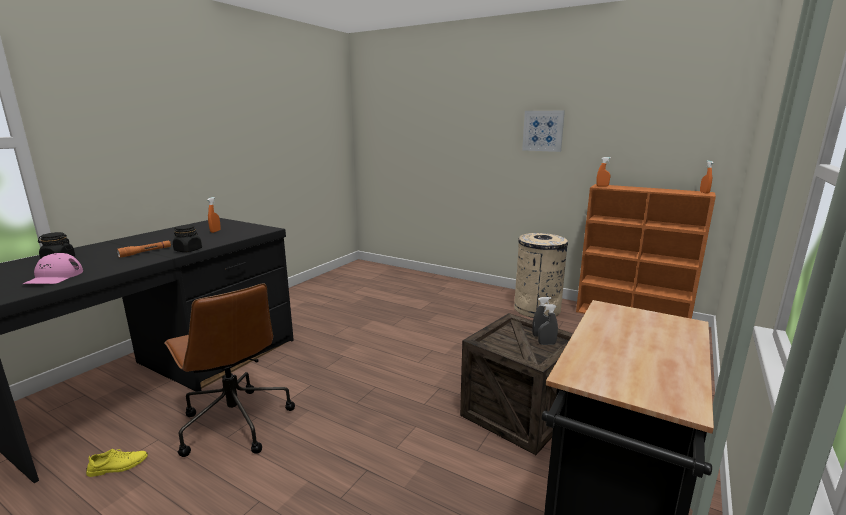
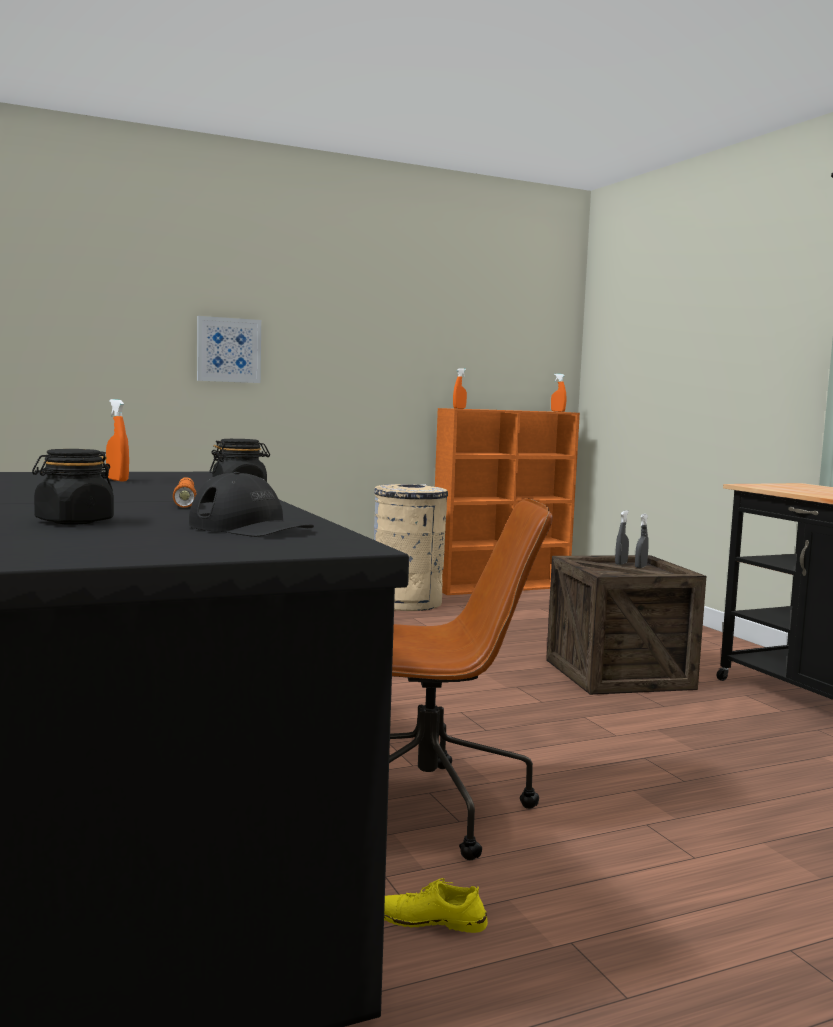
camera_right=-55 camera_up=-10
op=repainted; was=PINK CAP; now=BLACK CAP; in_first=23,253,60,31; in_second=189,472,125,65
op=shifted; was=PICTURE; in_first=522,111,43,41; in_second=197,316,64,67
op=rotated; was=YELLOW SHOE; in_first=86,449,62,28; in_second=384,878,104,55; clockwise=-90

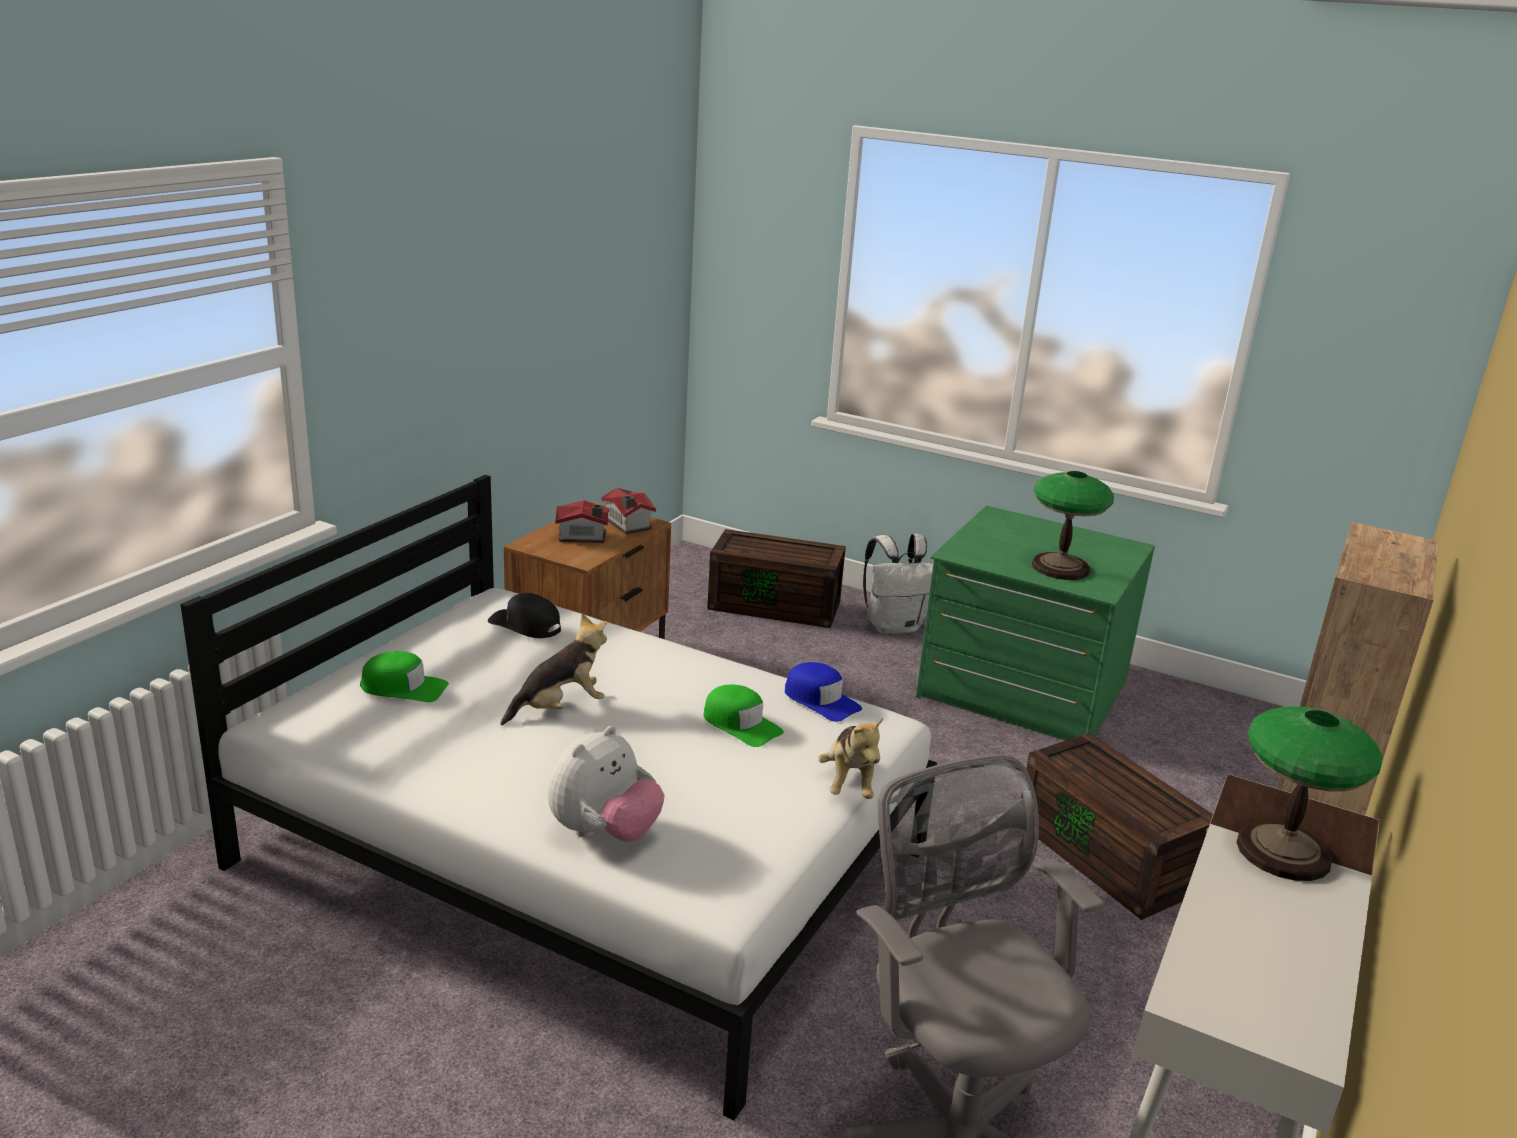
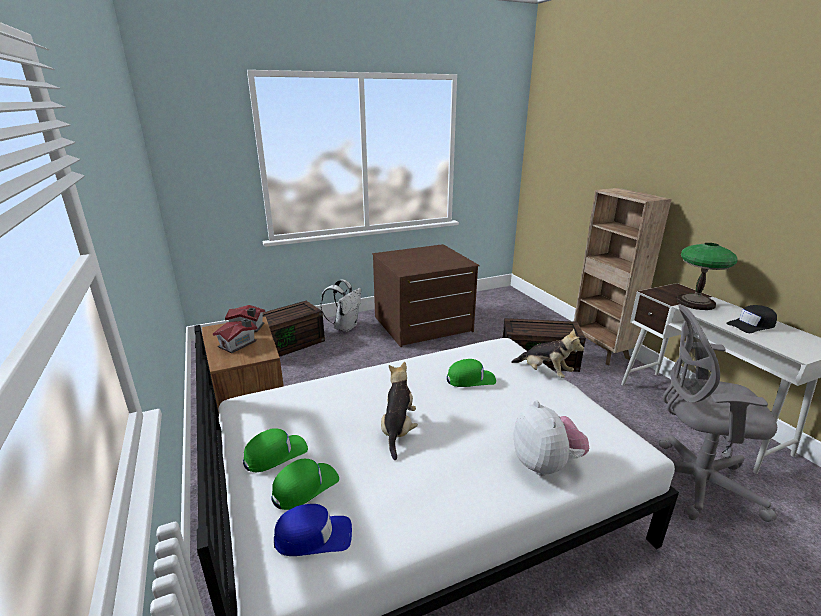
camera_right=-50 camera_up=0
op=new; now=GREEN CAP; in_second=243,428,65,44
op=shifted; was=BLUE CAP; in_first=785,662,77,60; in_second=274,504,78,52
op=repainted; was=GREEN DRESSER; now=BROWN DRESSER; in_first=916,506,239,235; in_second=372,244,108,103
op=shifted; was=BLACK CAP; in_first=488,593,73,45; in_second=726,305,51,28
op=gone; was=TABLE LAMP; in_first=1032,471,82,109

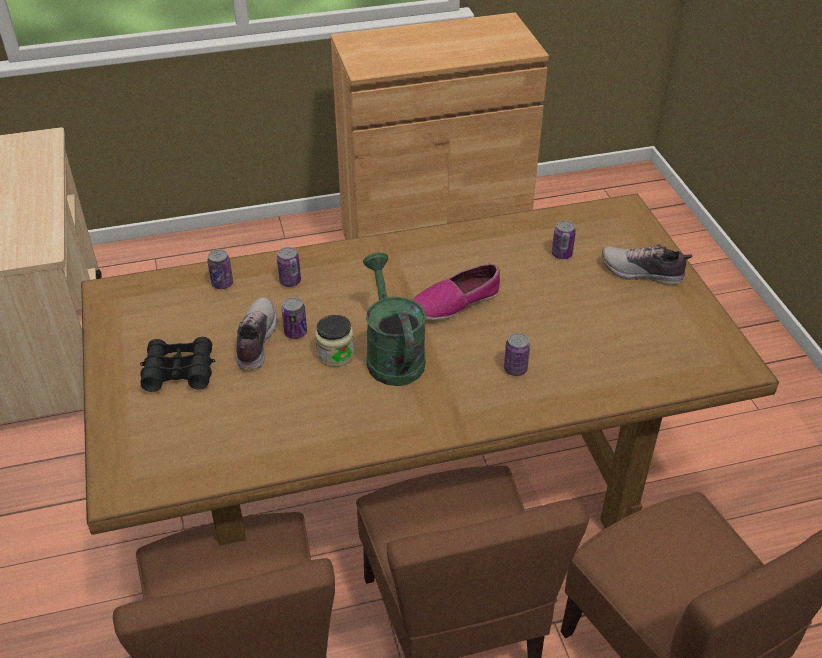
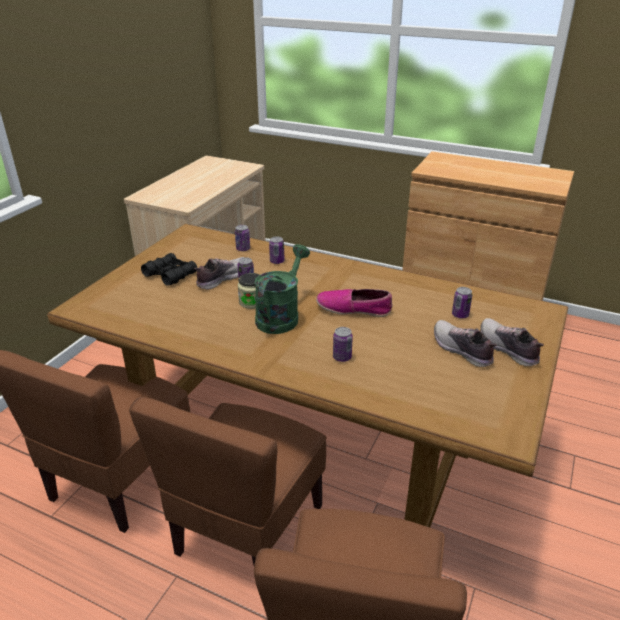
camera_right=40 camera_up=-10
op=new; now=SHOE; in_second=434,320,63,47

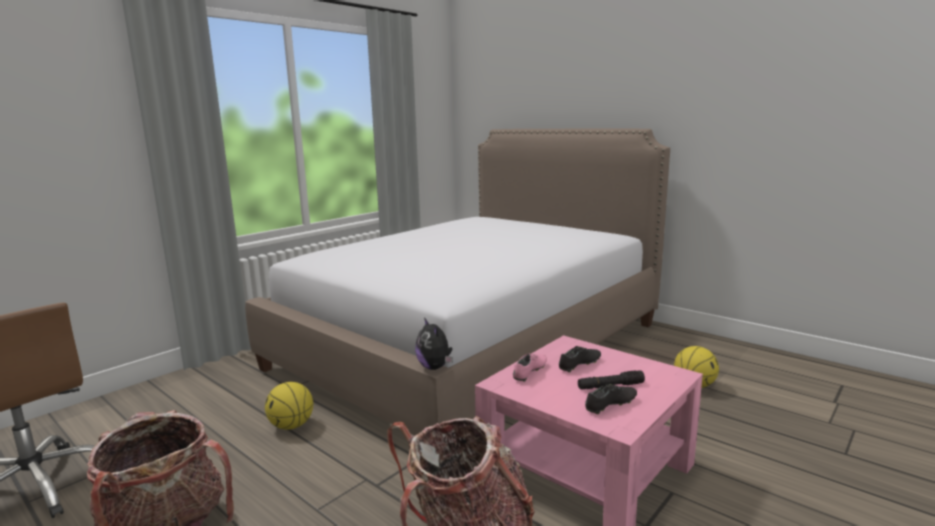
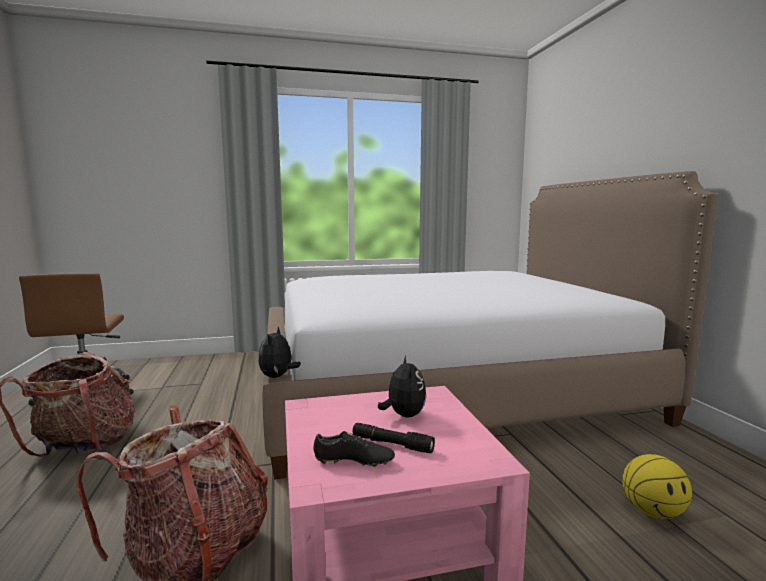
camera_right=35 camera_up=-5
op=swapped; was=BLACK SHOE; now=PLUSH TOY; in_first=559,346,42,27; in_second=378,356,48,62
op=gone; was=BASKETBALL; in_first=265,382,48,48
op=gone; was=PINK SHOE; in_first=513,353,34,29

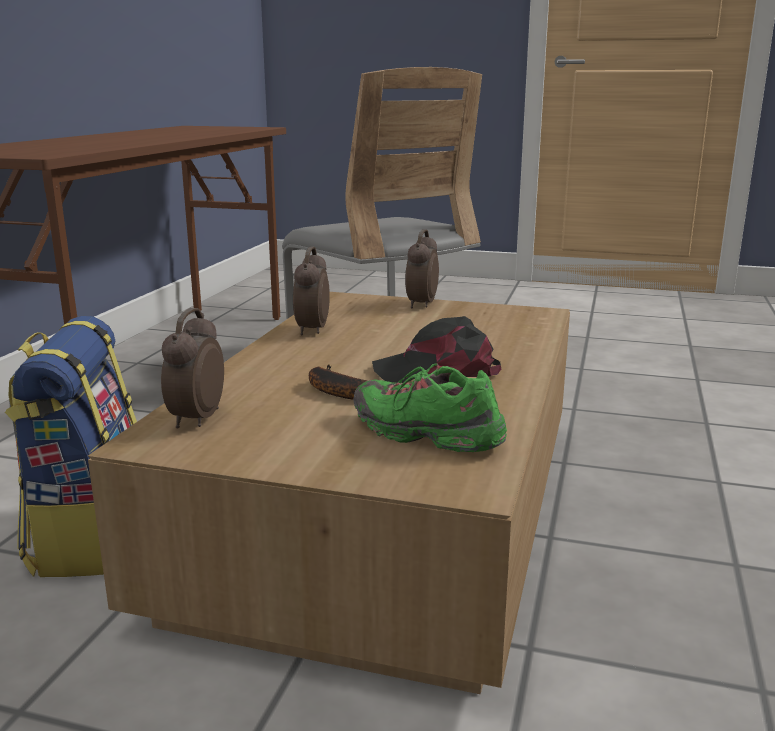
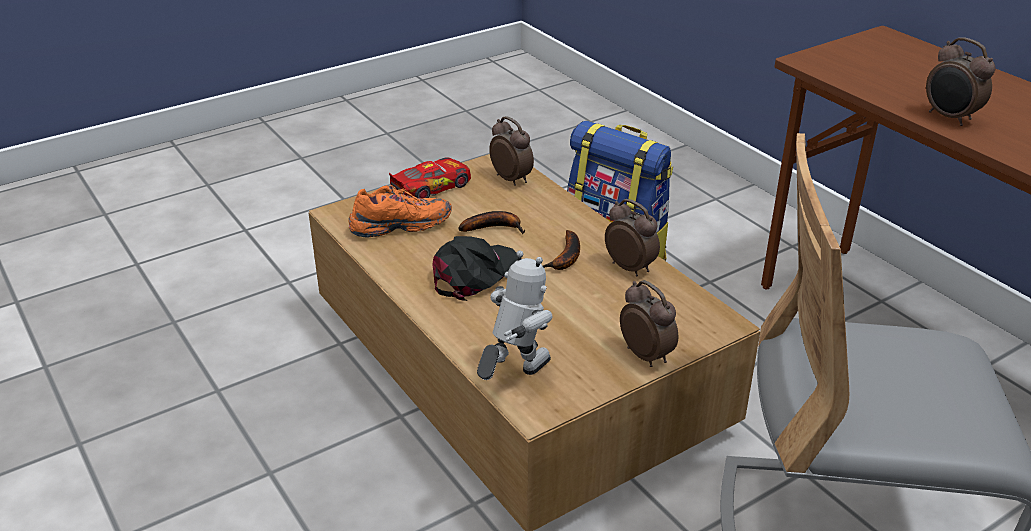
camera_right=130 camera_up=15
op=repainted; was=GREEN SHOE; now=ORANGE SHOE; in_first=353,363,154,89; in_second=348,185,104,52
op=new; now=TOY CAR; in_second=389,157,82,41
op=new; now=TOY ROBOT; in_second=477,250,75,130
op=new; now=BANANA; in_second=543,230,37,40
op=new; now=ALARM CLOCK; in_second=926,37,70,89

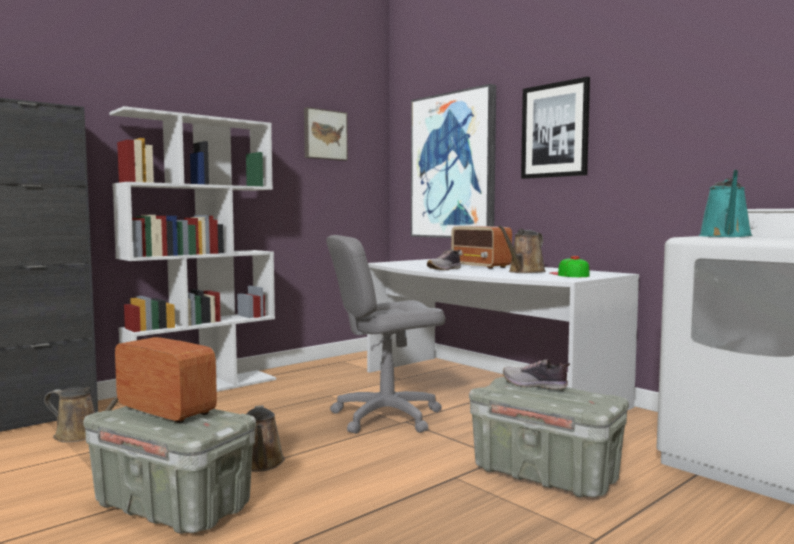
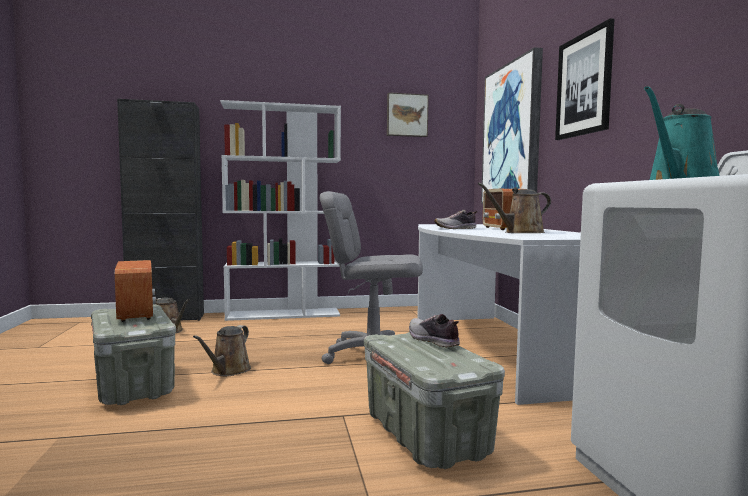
camera_right=30 camera_up=0
op=gone; was=CAP; in_first=550,256,40,21

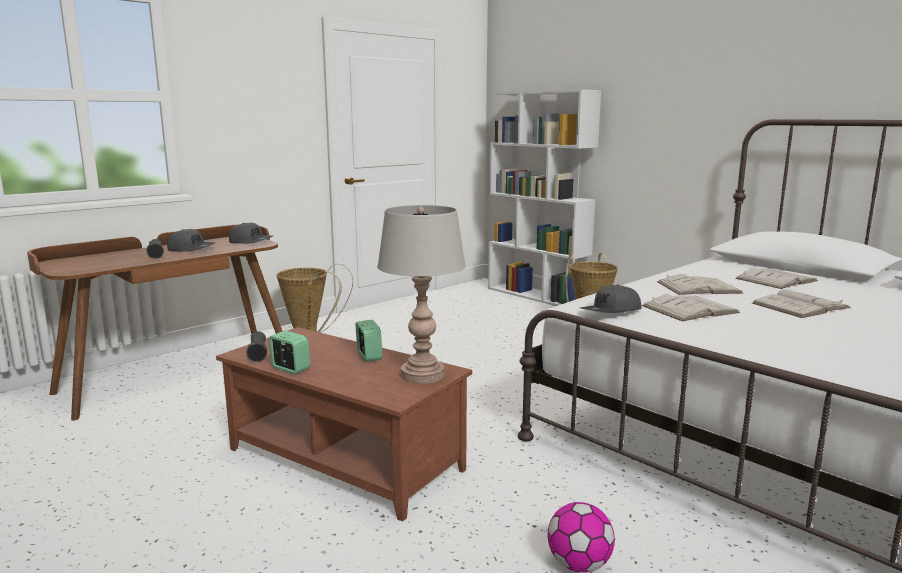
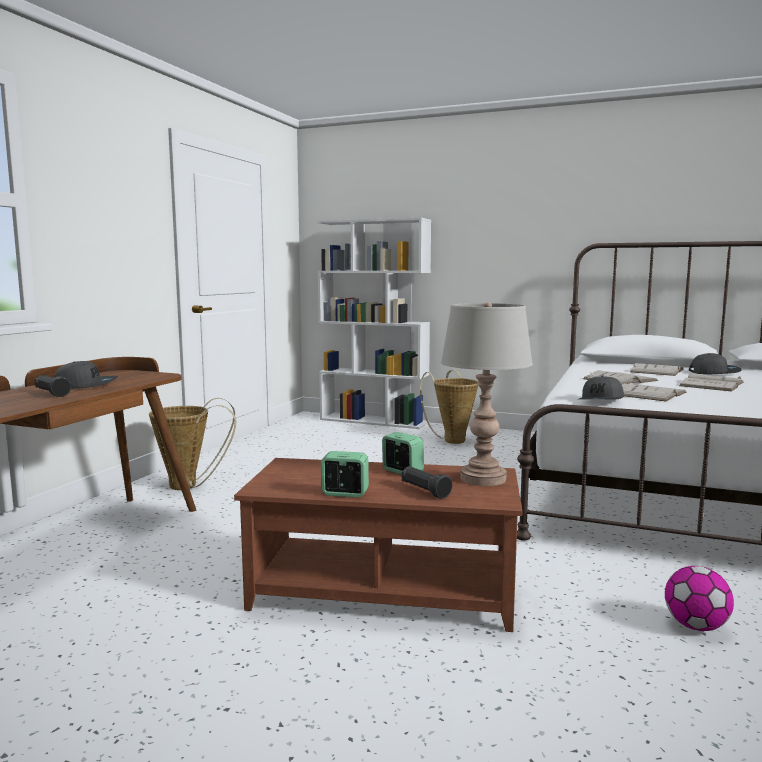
camera_right=-25 camera_up=-5
op=shifted; was=BLACK FLASHLIGHT; in_first=246,332,21,30; in_second=402,466,50,33
op=shifted; was=GREY CAP; in_first=229,223,44,21; in_second=689,353,53,22

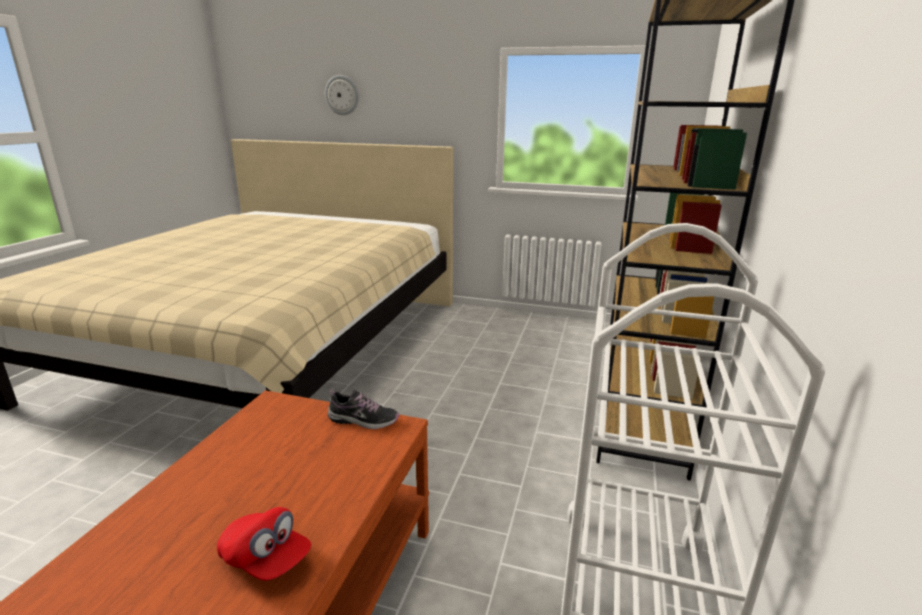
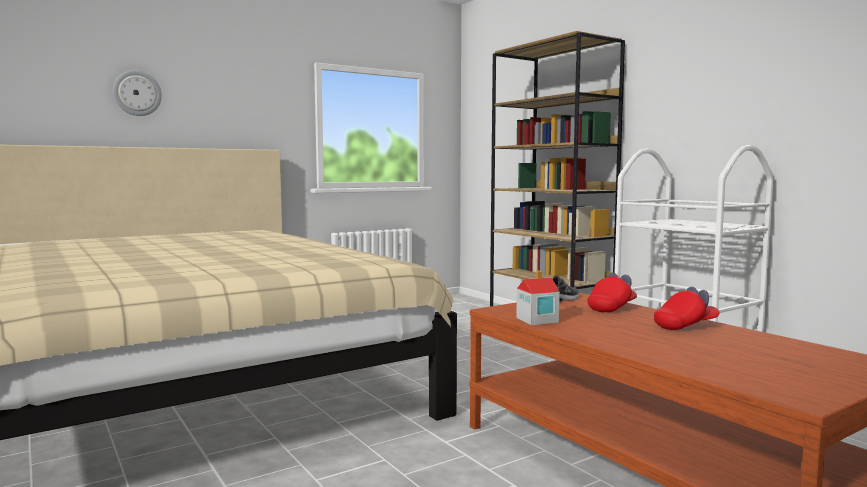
camera_right=-50 camera_up=-15
op=new; now=TOY HOUSE; in_second=516,270,44,55
op=new; now=RED CAP; in_second=587,273,50,39

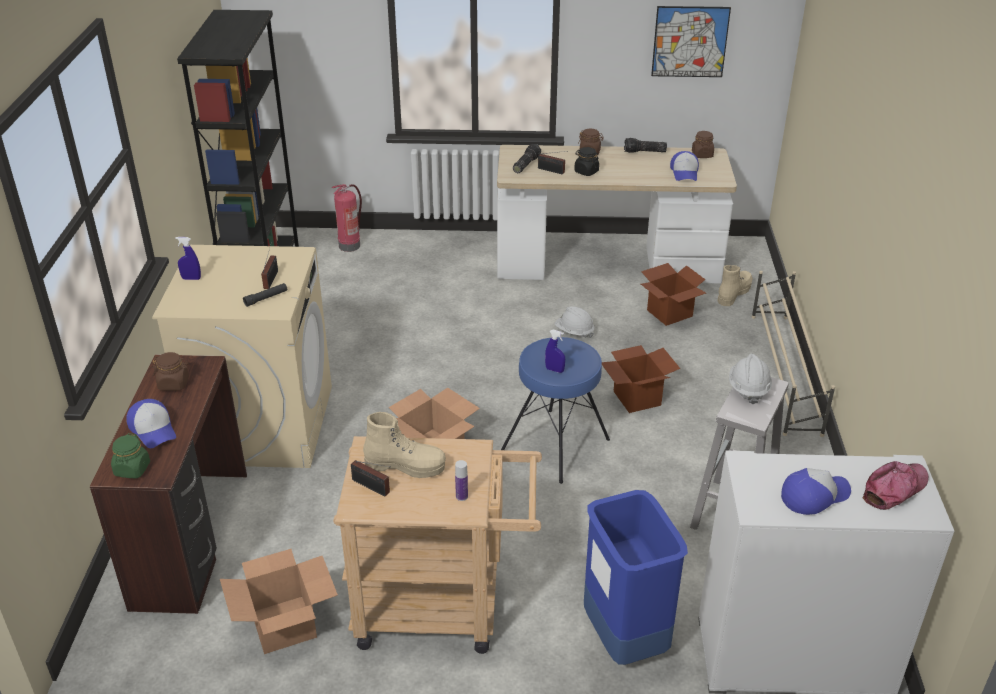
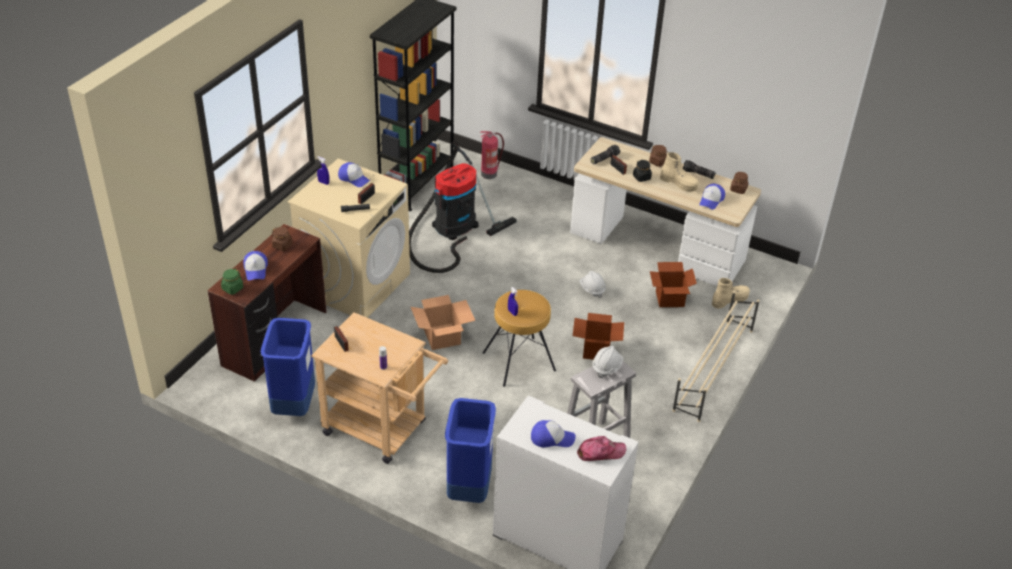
camera_right=25 camera_up=5
op=swapped; was=CARDBOARD BOX; now=BLUE TRASH CAN; in_first=220,549,118,105; in_second=261,318,54,98
op=new; now=CAP; in_second=338,162,32,25
op=new; now=VACUUM CLEANER; in_second=409,141,108,132
op=repainted; was=BLUE STOOL; now=BROWN STOOL; in_first=501,337,109,147; in_second=483,290,73,97
op=shifted; was=BEIGE BOOT; in_first=363,412,83,66; in_second=660,152,39,39
op=gone; was=PICTURE; in_first=651,6,80,71

